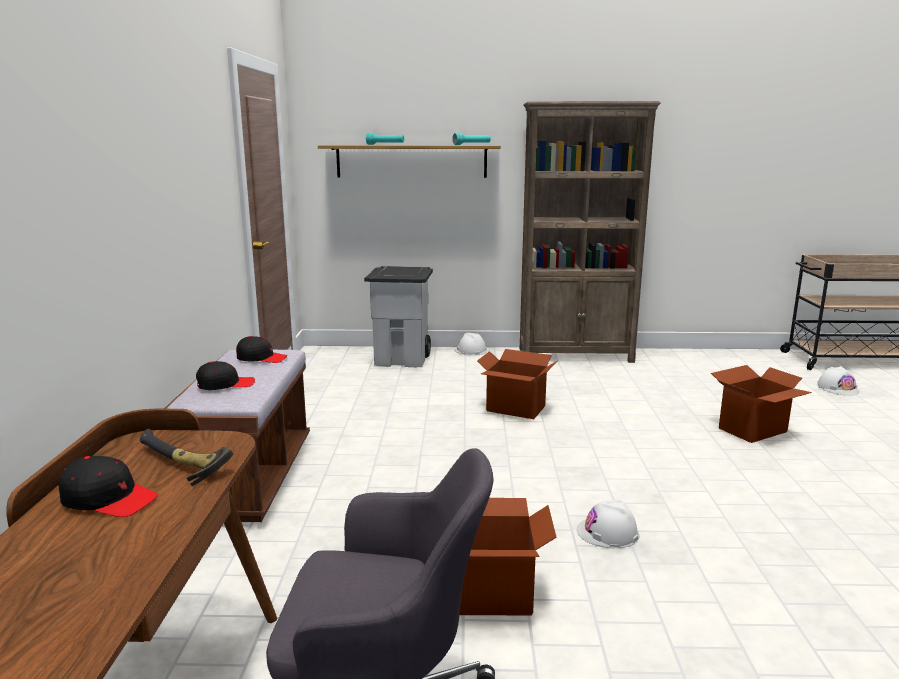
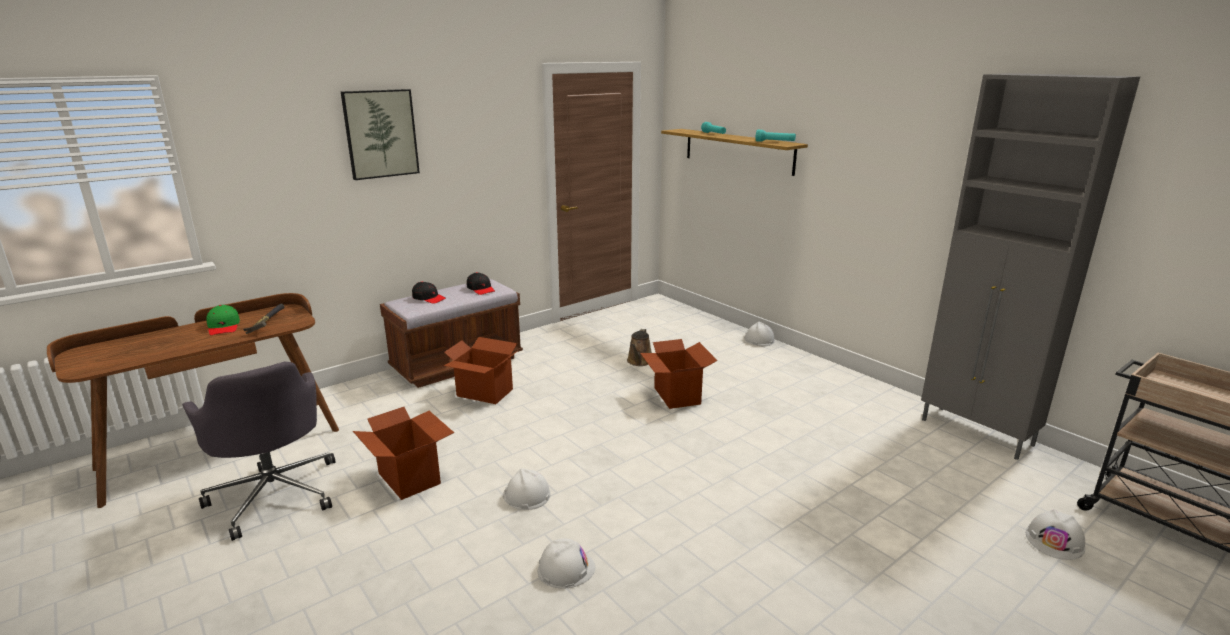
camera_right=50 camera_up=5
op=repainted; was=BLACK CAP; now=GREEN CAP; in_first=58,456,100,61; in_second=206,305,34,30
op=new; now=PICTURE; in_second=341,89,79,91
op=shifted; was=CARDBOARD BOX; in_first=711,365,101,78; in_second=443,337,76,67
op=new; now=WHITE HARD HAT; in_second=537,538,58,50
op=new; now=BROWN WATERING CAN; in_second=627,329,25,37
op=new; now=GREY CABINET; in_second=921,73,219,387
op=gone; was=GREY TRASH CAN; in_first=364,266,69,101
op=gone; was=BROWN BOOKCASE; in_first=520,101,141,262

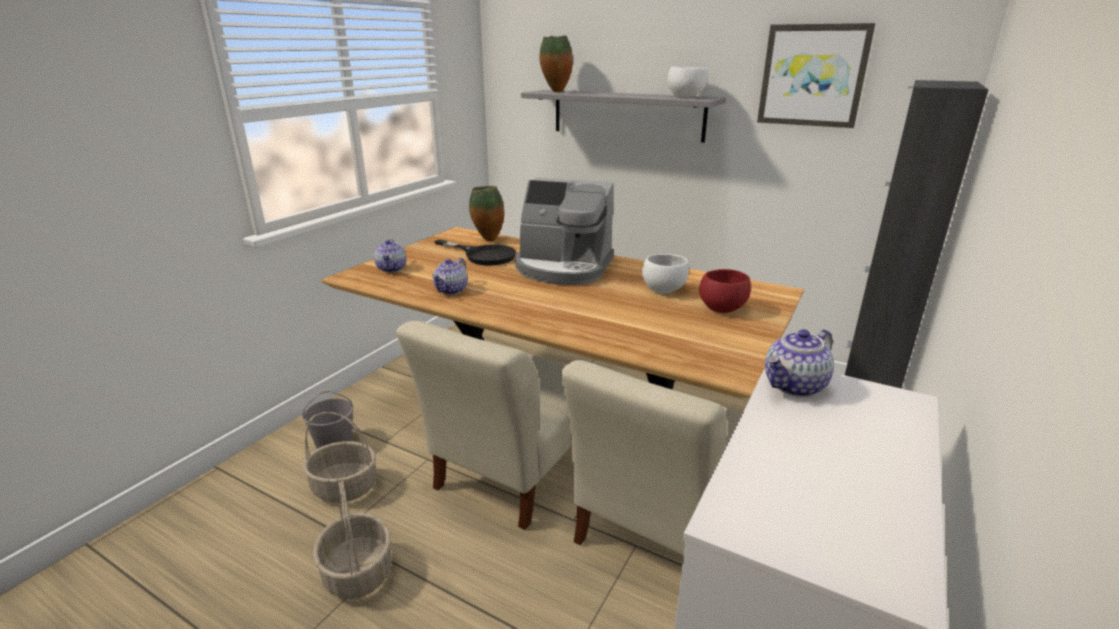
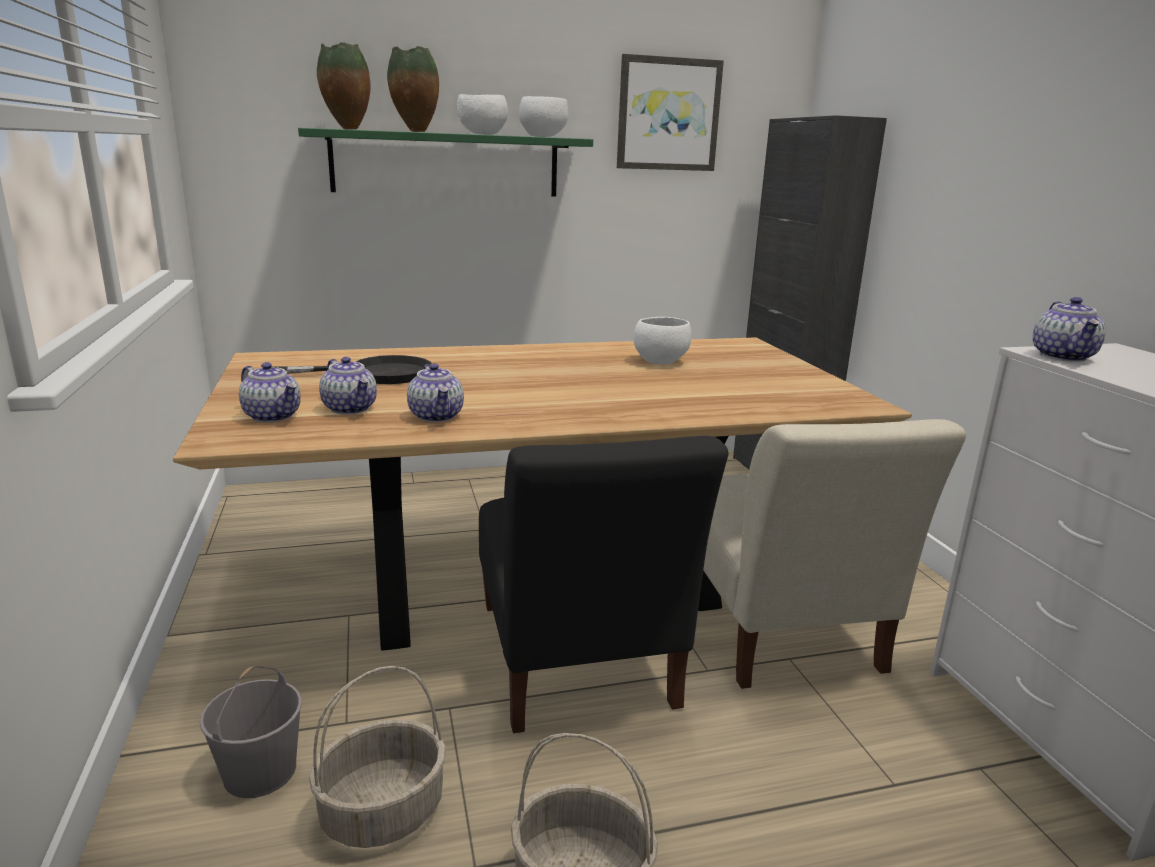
camera_right=-45 camera_up=-5
op=repainted; was=GREY SHELF; now=GREEN SHELF; in_first=521,90,205,53; in_second=298,128,295,68
op=new; now=TEAPOT; in_second=319,357,58,58
op=shifted; was=VASE; in_first=469,186,35,55; in_second=387,46,52,86
op=new; now=WHITE BOWL; in_second=457,94,51,41
op=repainted; was=BEIGE CHAIR; now=BLACK CHAIR; in_first=396,321,176,209; in_second=479,436,250,297
op=gone; was=COFFEE MACHINE; in_first=515,178,99,107
op=gone; was=RED BOWL; in_first=699,269,52,44

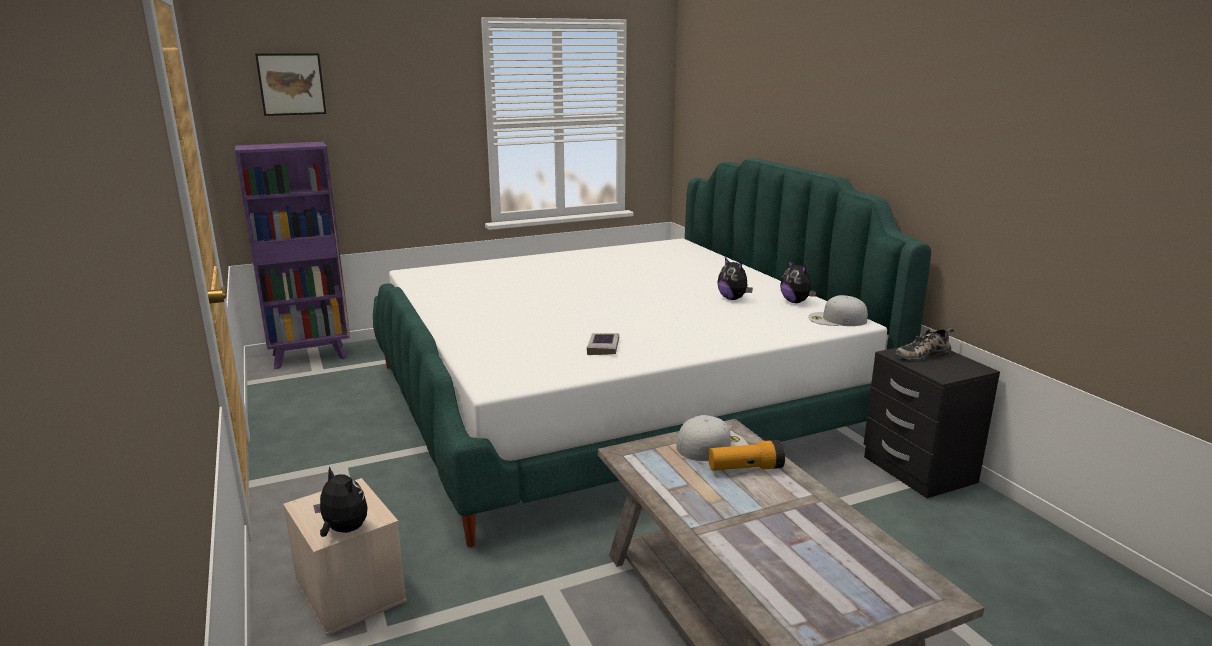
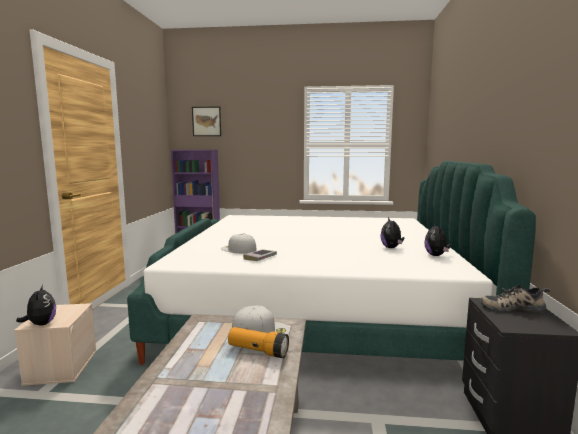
camera_right=30 camera_up=-10
op=shifted; was=WHITE CAP; in_first=808,295,60,31; in_second=221,234,35,20

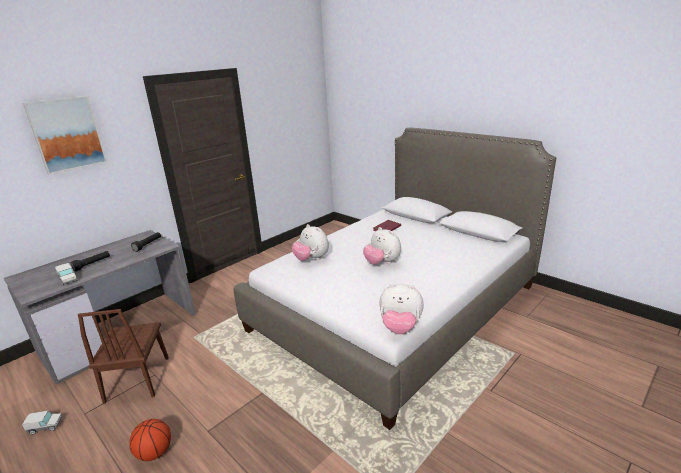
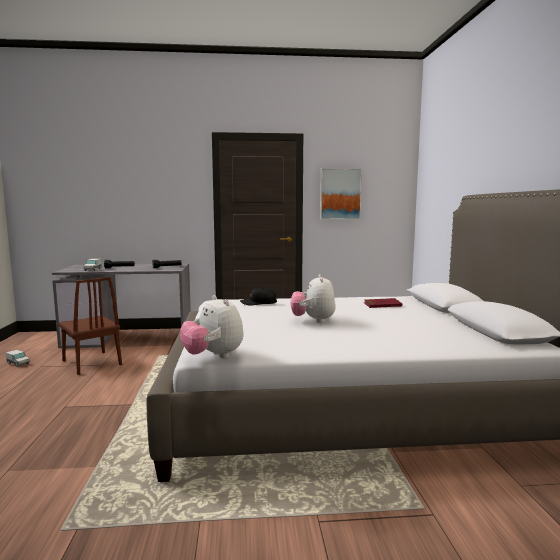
camera_right=40 camera_up=-15
op=rotated; was=BROWN CHAIR; in_first=78,309,91,95; in_second=58,277,64,98; clockwise=-75
op=swapped; was=PLUSH TOY; now=BLACK CAP; in_first=292,224,37,37; in_second=240,288,37,17
op=shifted; was=PICTURE; in_first=23,96,84,78; in_second=320,168,42,52
op=gone; was=BASKETBALL; in_first=129,419,42,42

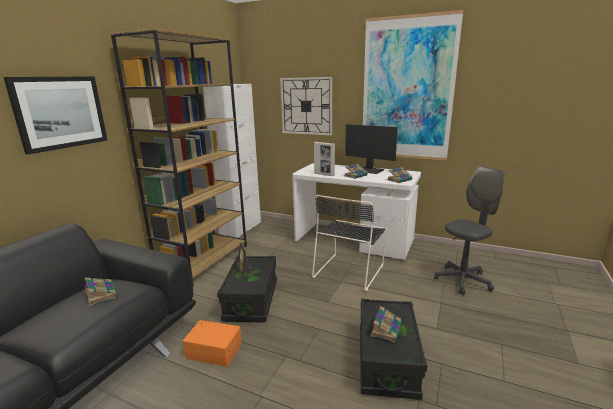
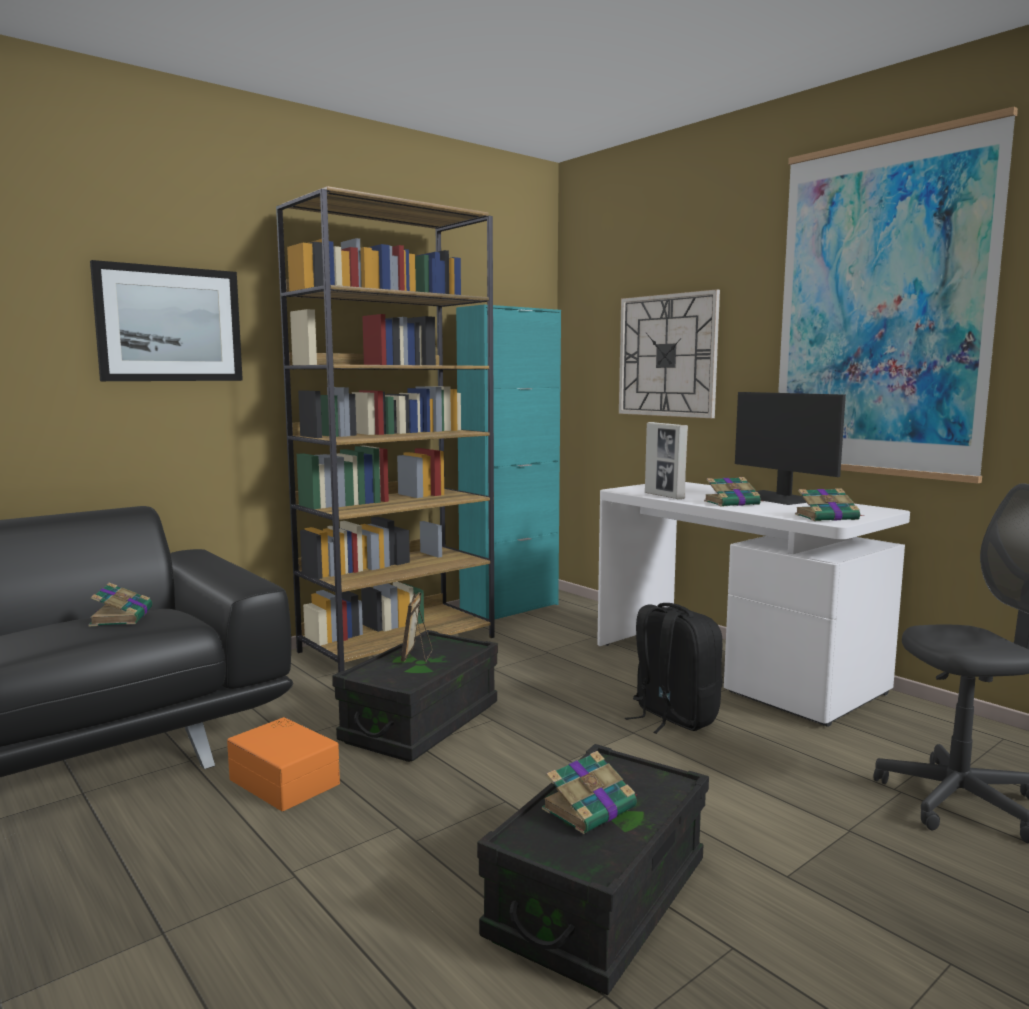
camera_right=25 camera_up=-10
op=repainted; was=WHITE CABINET; now=TURQUOISE CABINET; in_first=203,84,58,154; in_second=456,304,105,316
op=swapped; was=BLACK CHAIR; now=BLACK BACKPACK; in_first=312,195,75,96; in_second=625,603,98,131

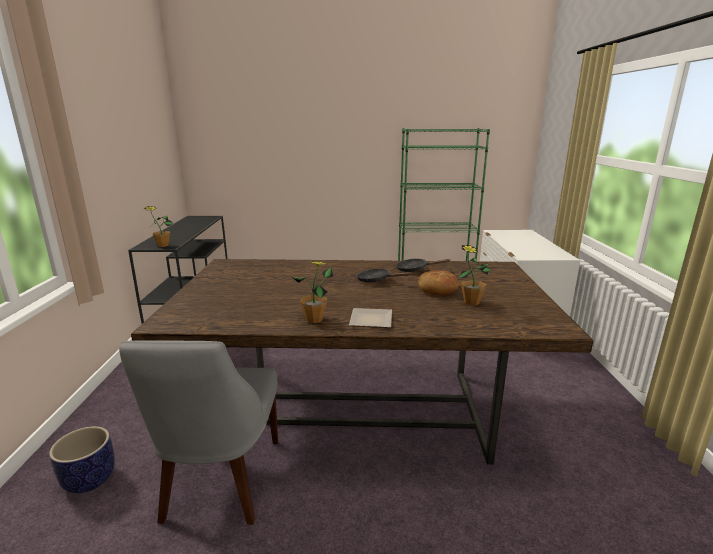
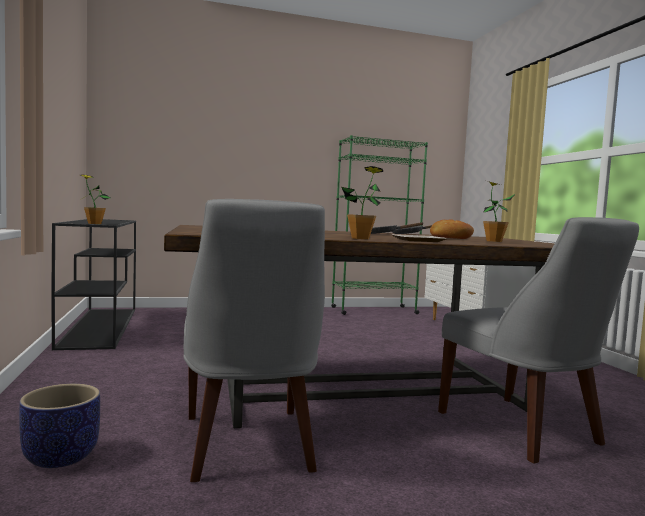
camera_right=-15 camera_up=-15
op=new; now=GREY CHAIR; in_second=438,217,201,246

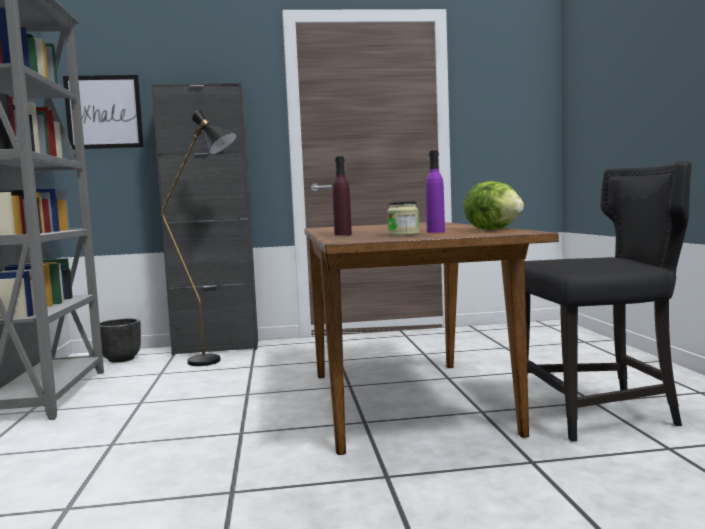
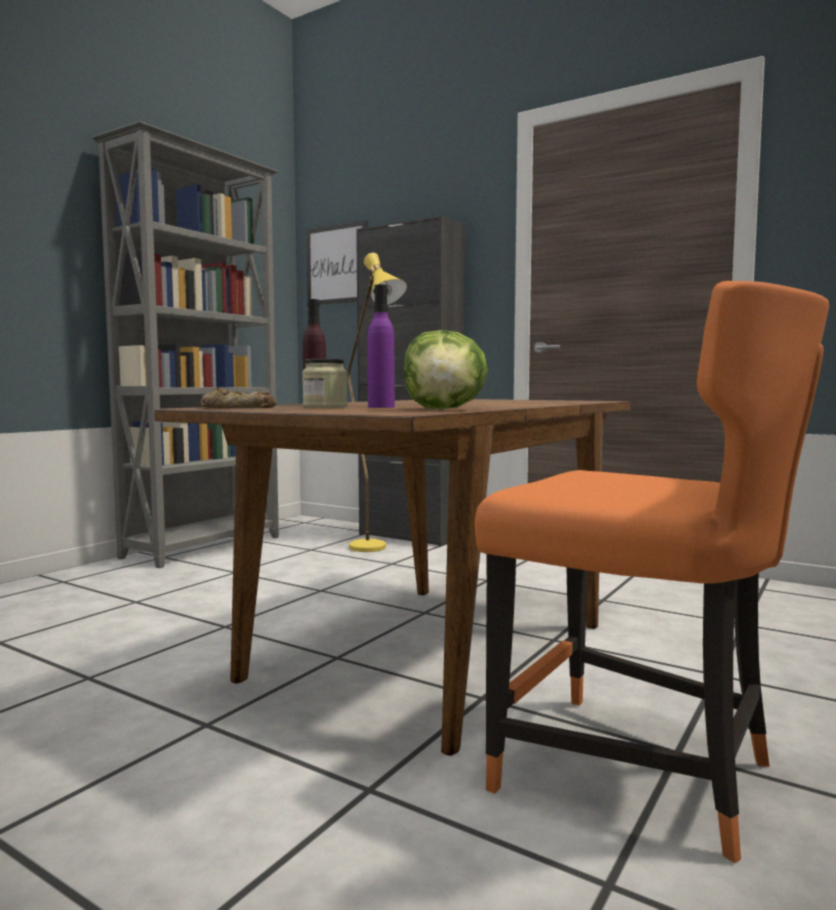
camera_right=40 camera_up=0
op=new; now=BREAD; in_second=201,388,76,20
op=repainted; was=BLACK FLOOR LAMP; now=YELLOW FLOOR LAMP; in_first=162,109,75,257; in_second=347,253,60,299
op=repainted; was=BLACK CHAIR; now=ORANGE CHAIR; in_first=525,161,167,280; in_second=475,281,354,582
op=gone; was=BLACK PLANTER; in_first=100,318,41,45

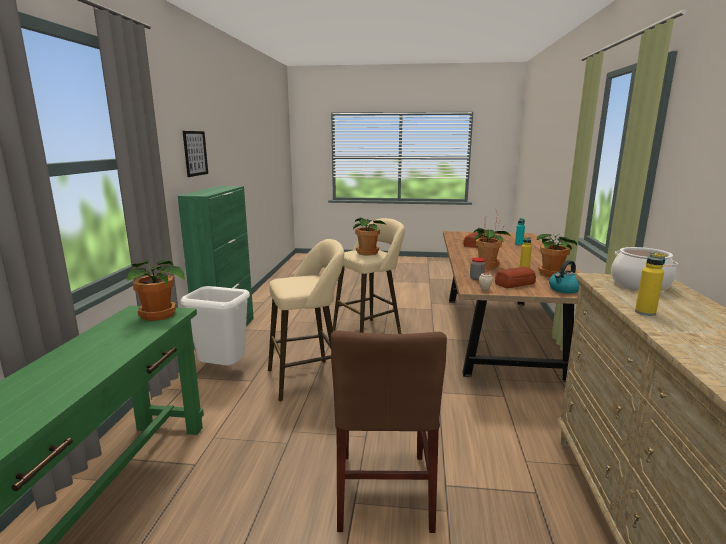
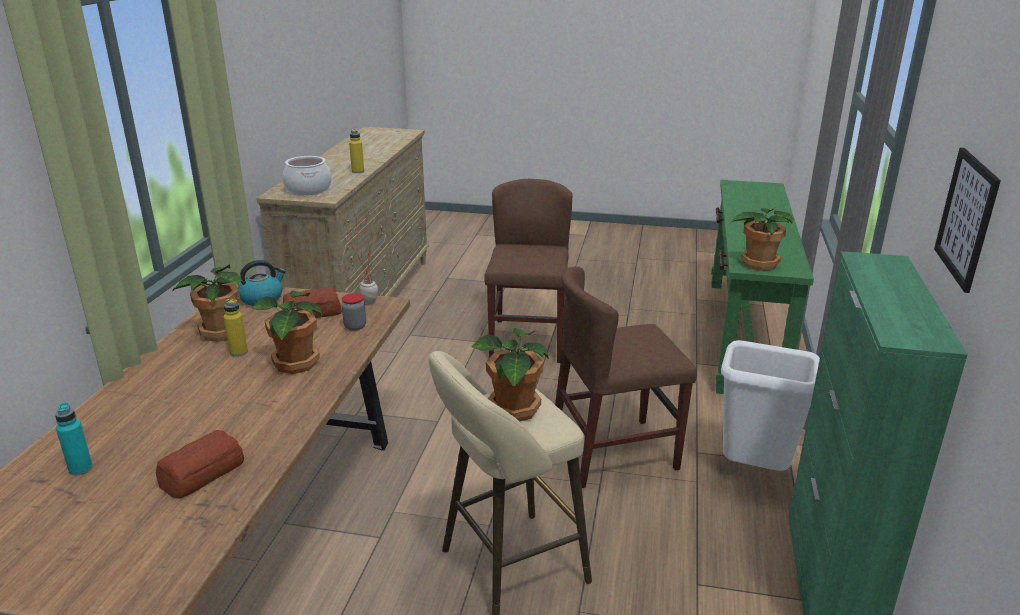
camera_right=-175 camera_up=10
op=swapped; was=BEIGE STOOL; now=BROWN CHAIR; in_first=268,239,76,162; in_second=555,266,142,222

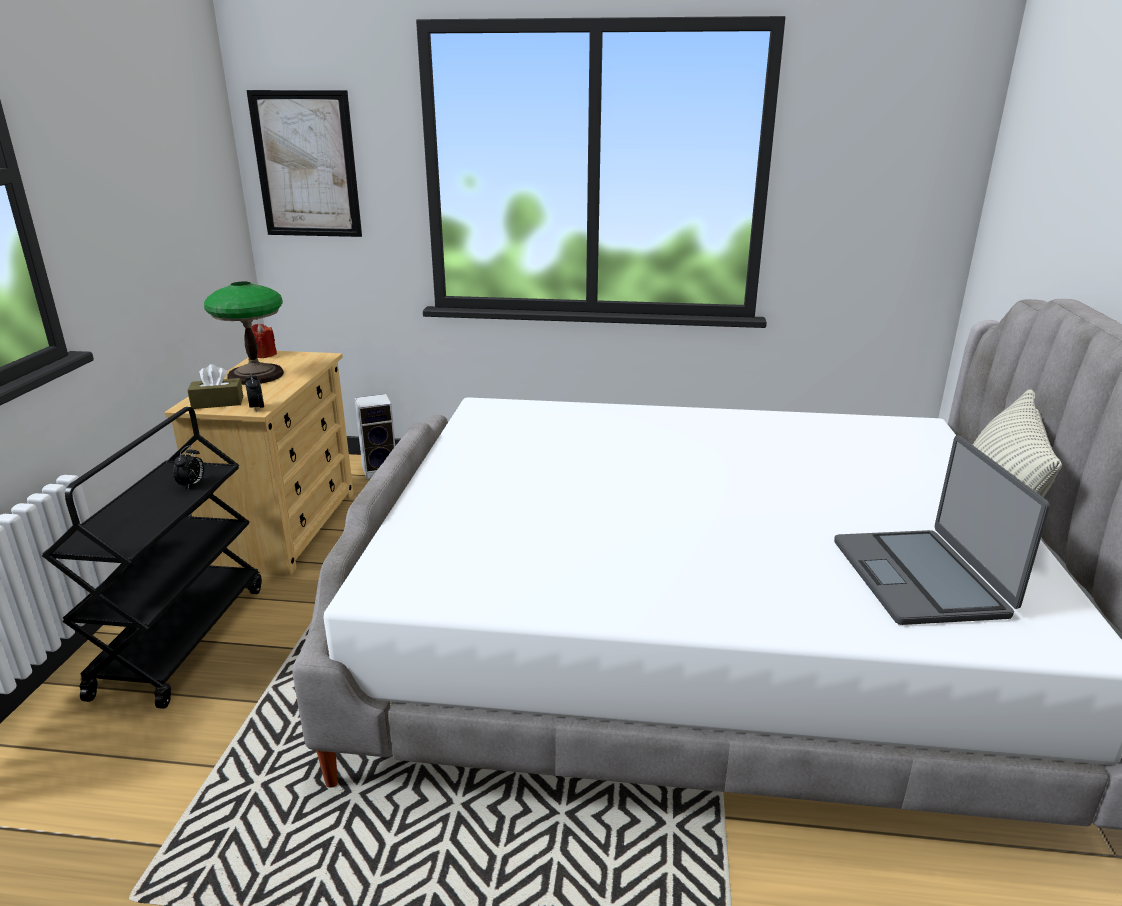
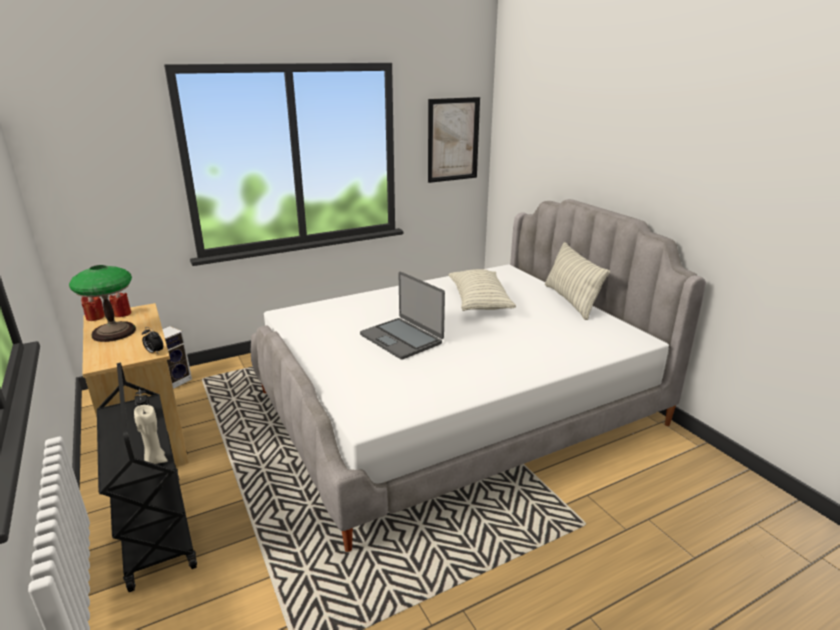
camera_right=-35 camera_up=0
op=new; now=RED CANDLE; in_second=109,292,22,25
op=new; now=BEIGE CANDLE; in_second=134,405,34,59
op=shifted; was=LAPTOP; in_first=834,435,216,190; in_second=360,272,85,88
op=shifted; was=PICTURE; in_first=246,90,116,147; in_second=428,97,52,86
op=new; now=PILLOW; in_second=449,269,67,42
op=gone; was=BROWN TISSUE BOX; in_first=187,364,56,45

